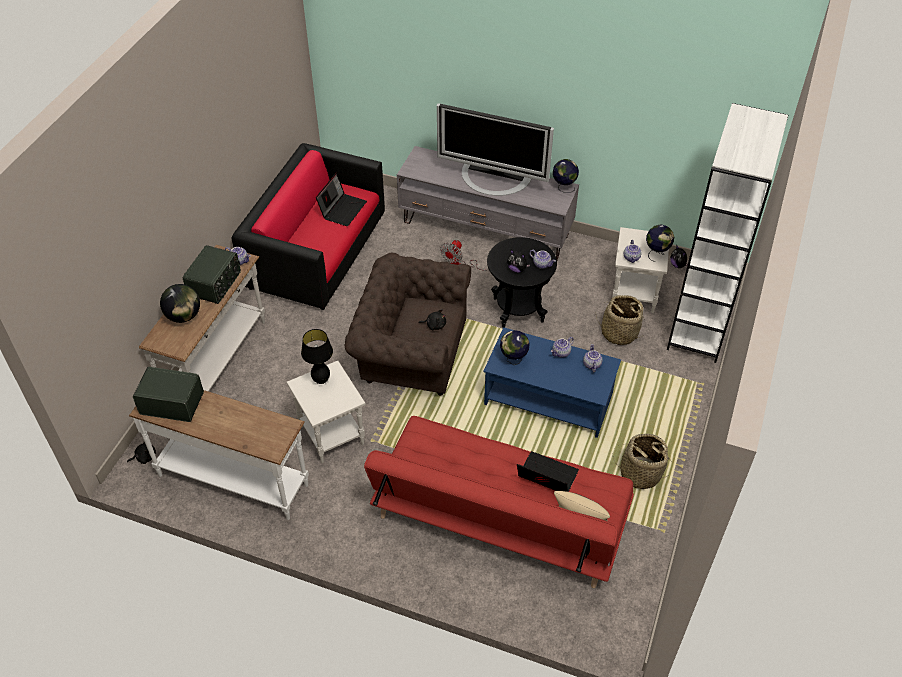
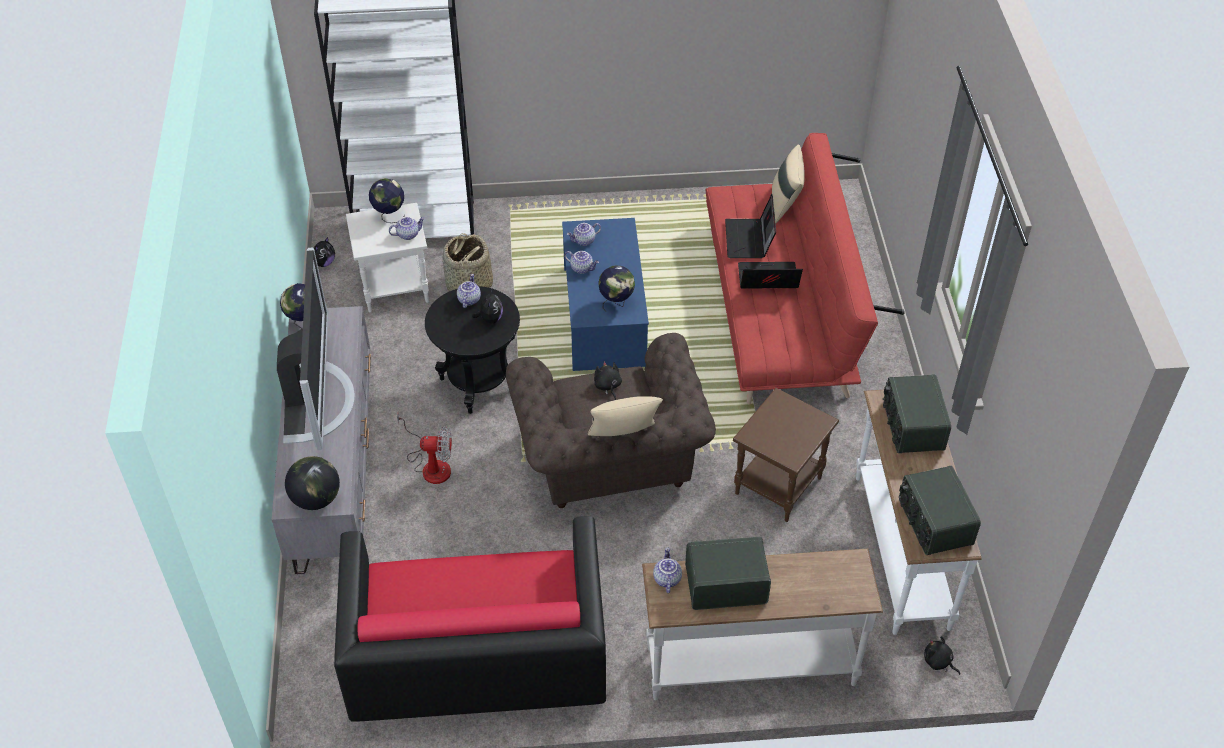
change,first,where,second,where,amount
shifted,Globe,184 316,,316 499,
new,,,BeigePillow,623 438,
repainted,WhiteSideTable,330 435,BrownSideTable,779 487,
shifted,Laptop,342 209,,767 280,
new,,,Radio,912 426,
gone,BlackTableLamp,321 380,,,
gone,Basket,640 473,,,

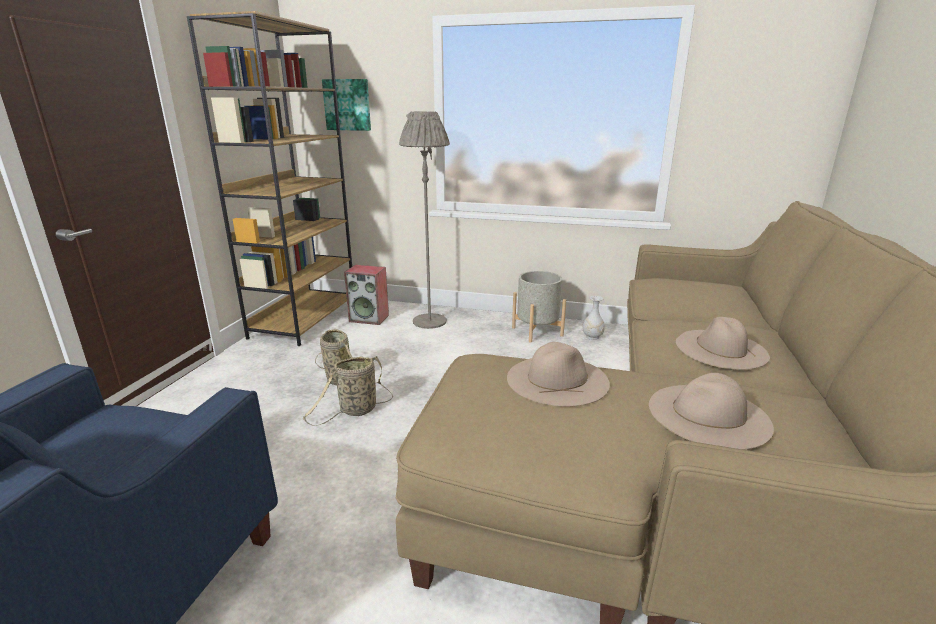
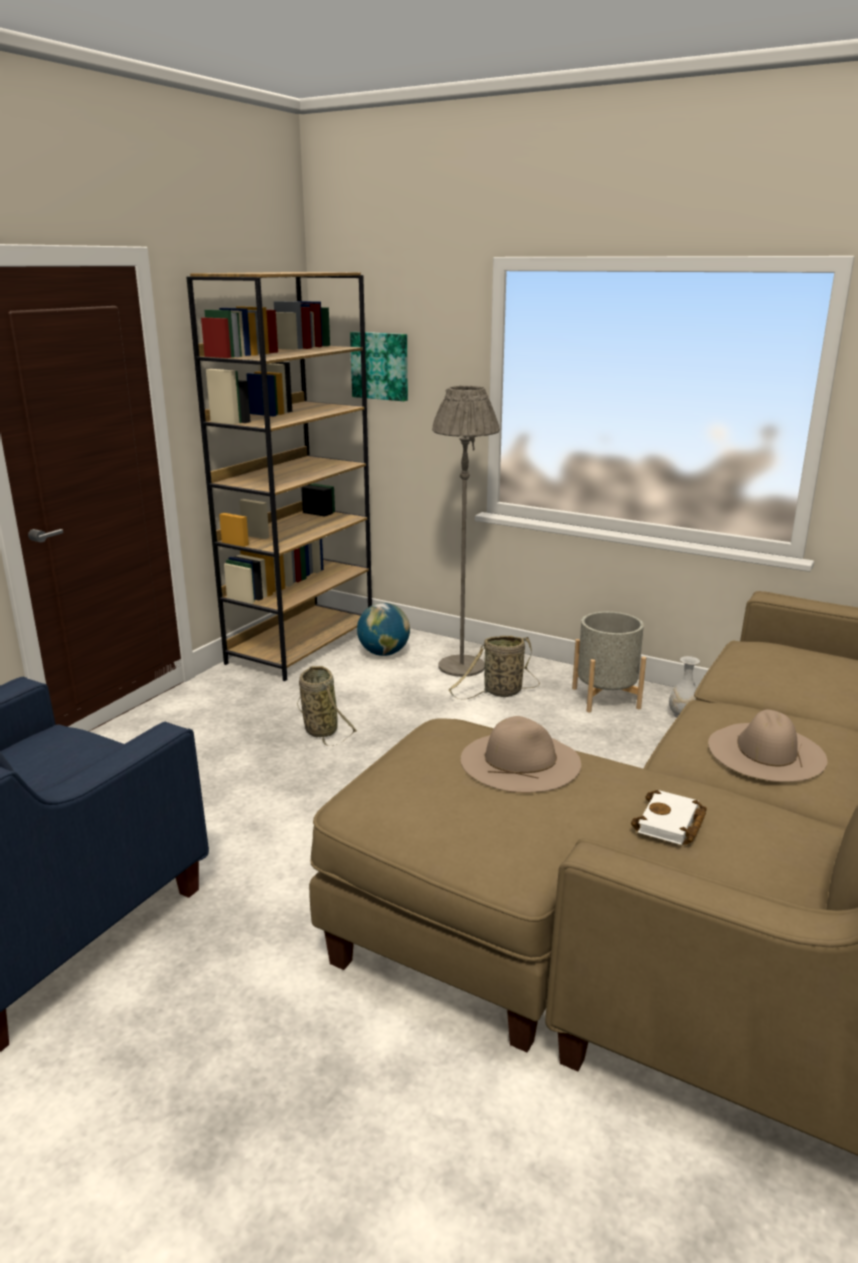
change,first,where,second,where,amount
swapped,Speaker,369 318,Globe,384 653,
shifted,Basket,356 411,,500 692,
swapped,BeigeHat,708 415,WhiteBook,671 824,

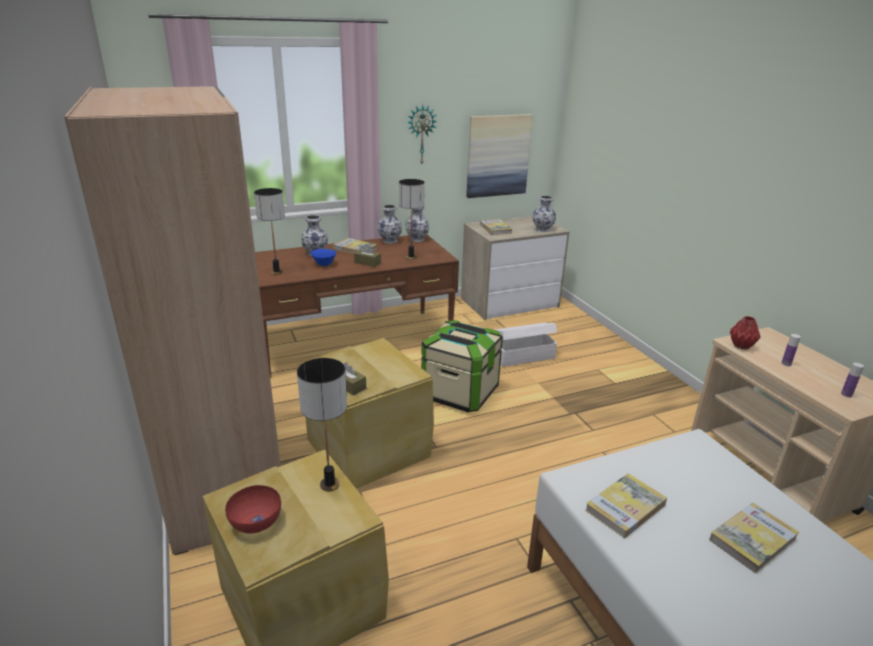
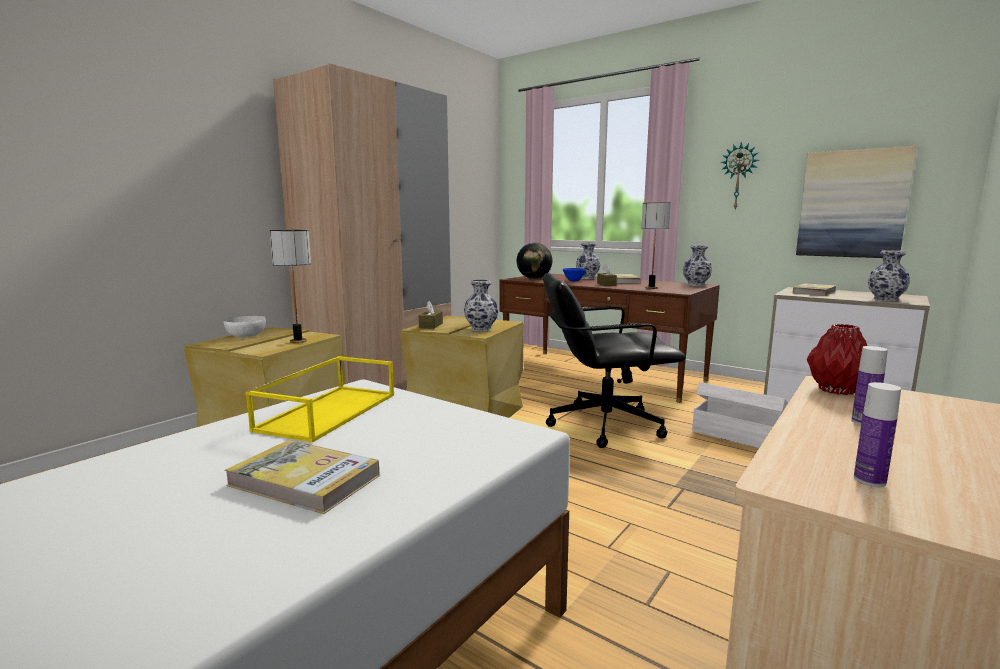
change,first,where,second,where,amount
repainted,RedBowl,255 521,WhiteBowl,246 335,
swapped,Book,625 507,YellowTray,328 411,
shifted,Vase,389 241,,480 329,
swapped,TableLamp,277 272,Globe,534 278,
swapped,StorageBox,459 393,BlackOfficeChair,603 425,

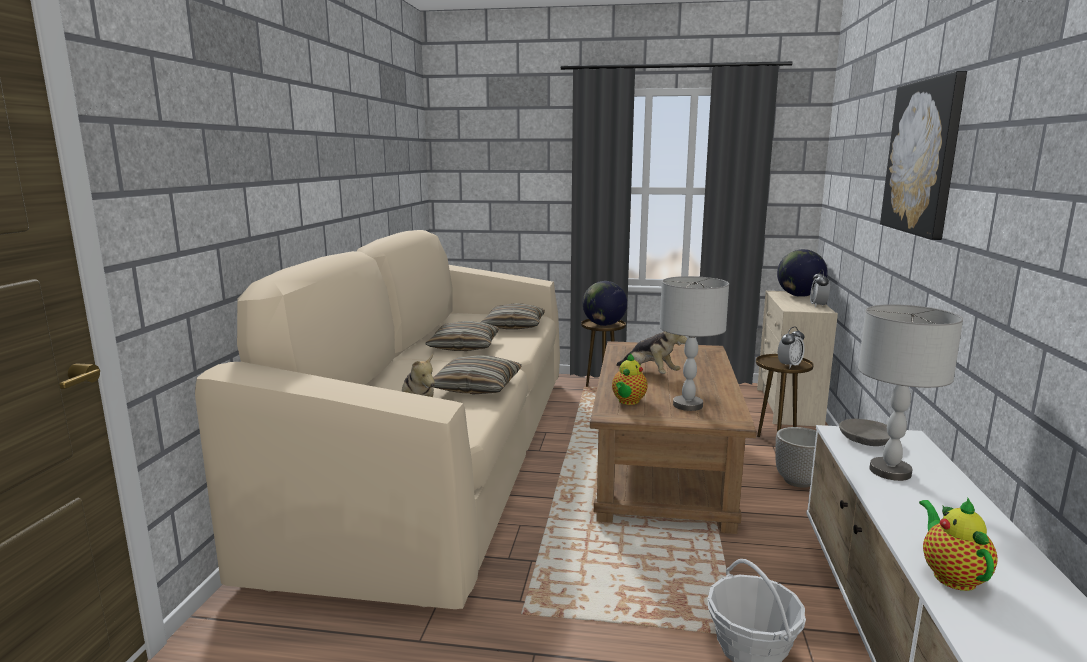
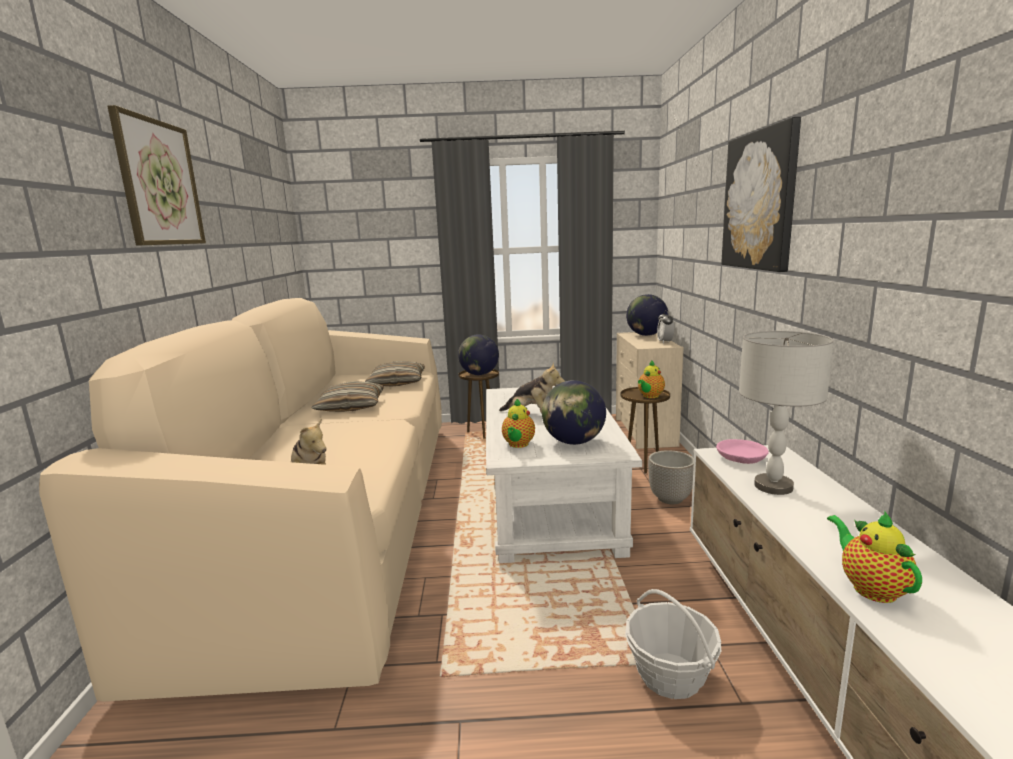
change,first,where,second,where,amount
new,,,Picture,159 183,
repainted,BrownCoffeeTable,662 466,WhiteCoffeeTable,550 499,
swapped,GreyTableLamp,688 405,Globe,574 442,
swapped,AlarmClock,789 365,Teapot,650 396,
repainted,GreyBowl,865 440,PinkBowl,741 458,
gone,Pillow,476 387,,,

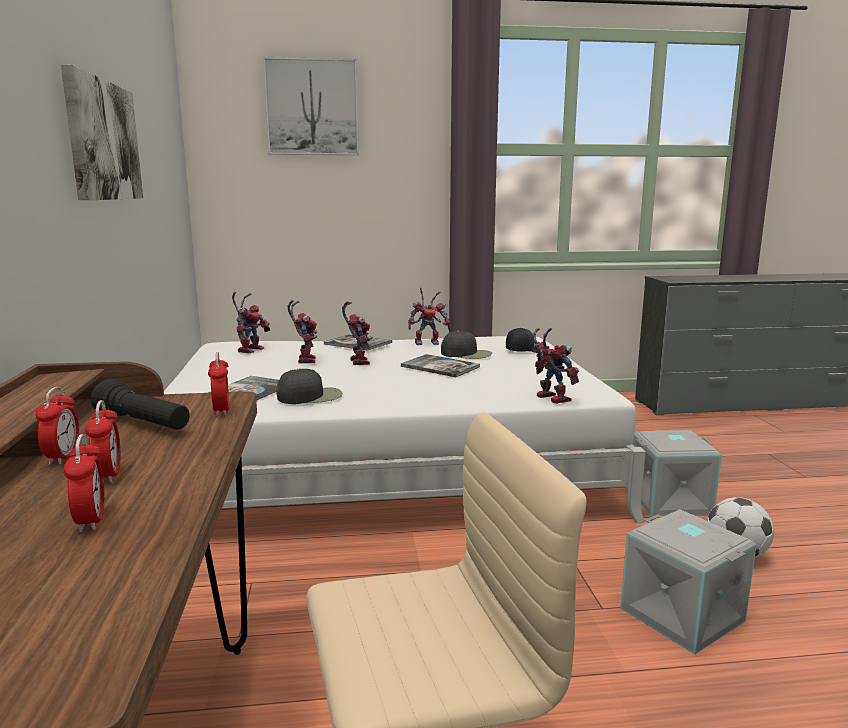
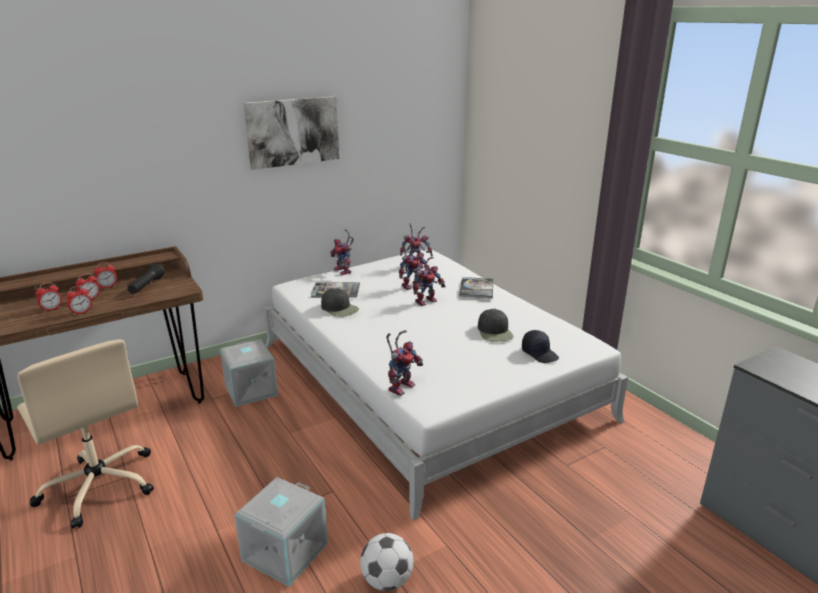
change,first,where,second,where,amount
shifted,AlarmClock,221 411,,82 312,
shifted,GreyStorageBox,669 502,,250 390,
shifted,ToyRobot,428 342,,344 271,
gone,Picture,312 107,,,
gone,Book,440 367,,,

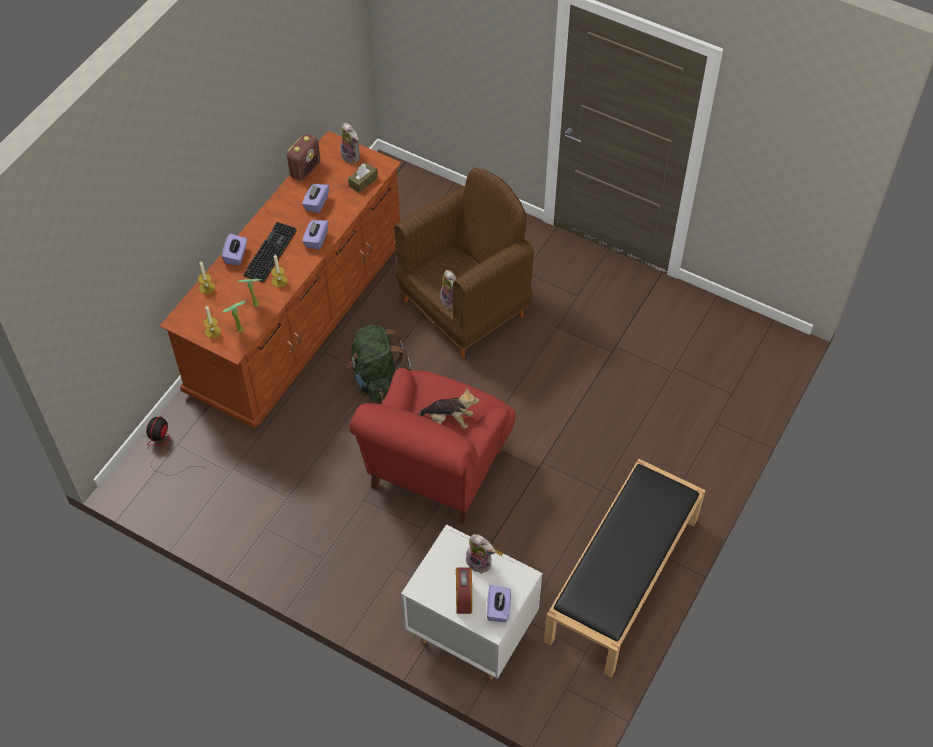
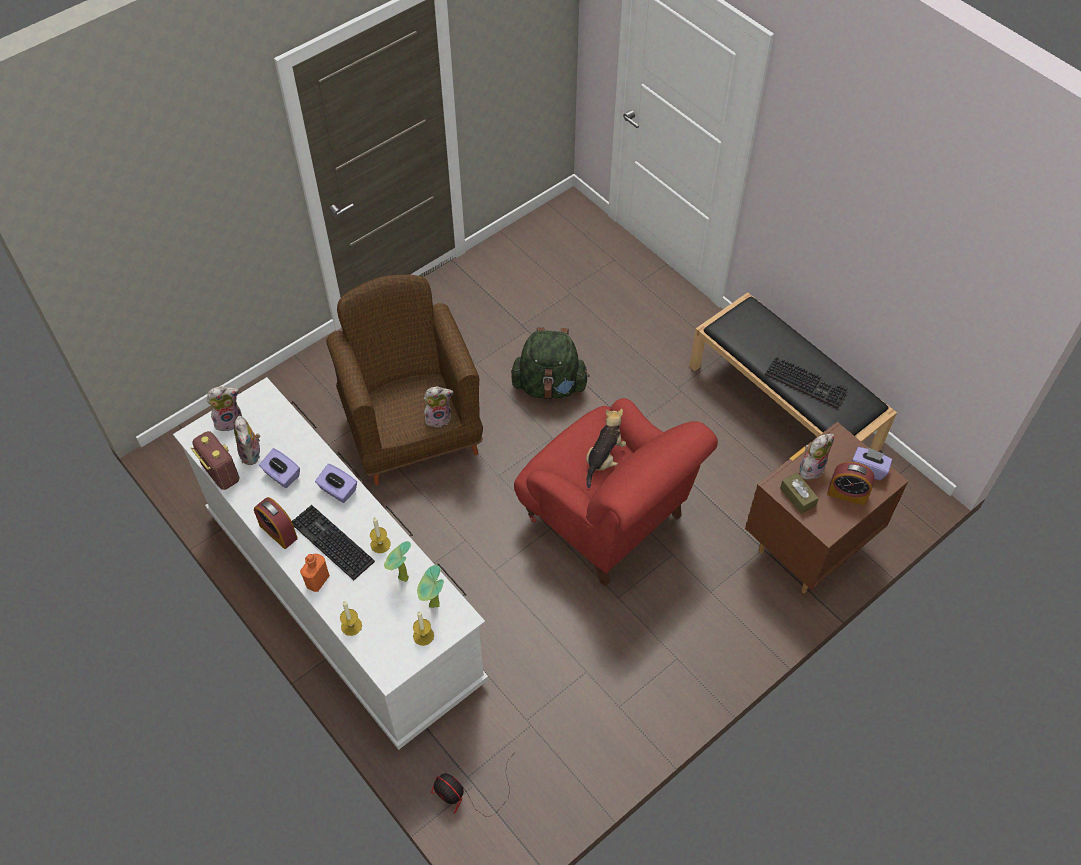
change,first,where,second,where,amount
repainted,BrownDresser,298 317,WhiteDresser,343 596,
new,,,PlushToy,252 454,
new,,,AlarmClock,278 532,
swapped,PurpleTissueBox,236 256,OrangeBottle,317 581,
shifted,GreenBackpack,376 378,,549 386,
repainted,WhiteNightstand,471 635,BrownNightstand,808 547,
new,,,Keyboard,807 383,
shifted,BrownTissueBox,363 181,,797 497,

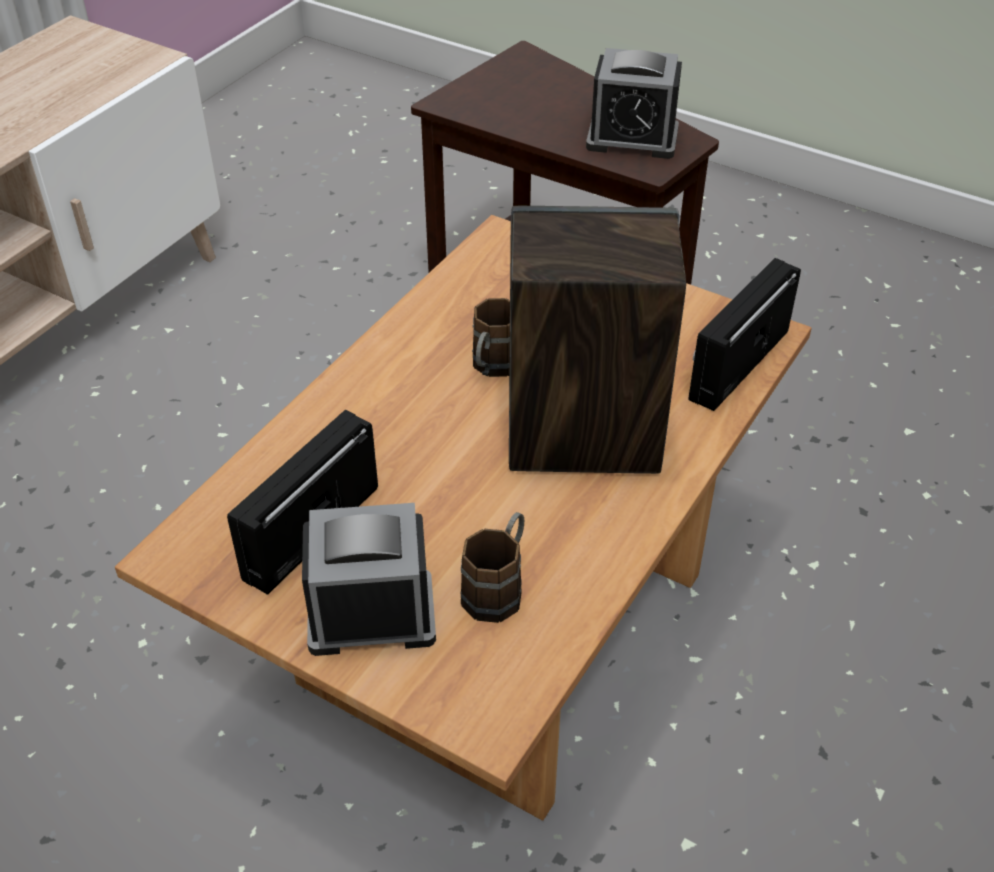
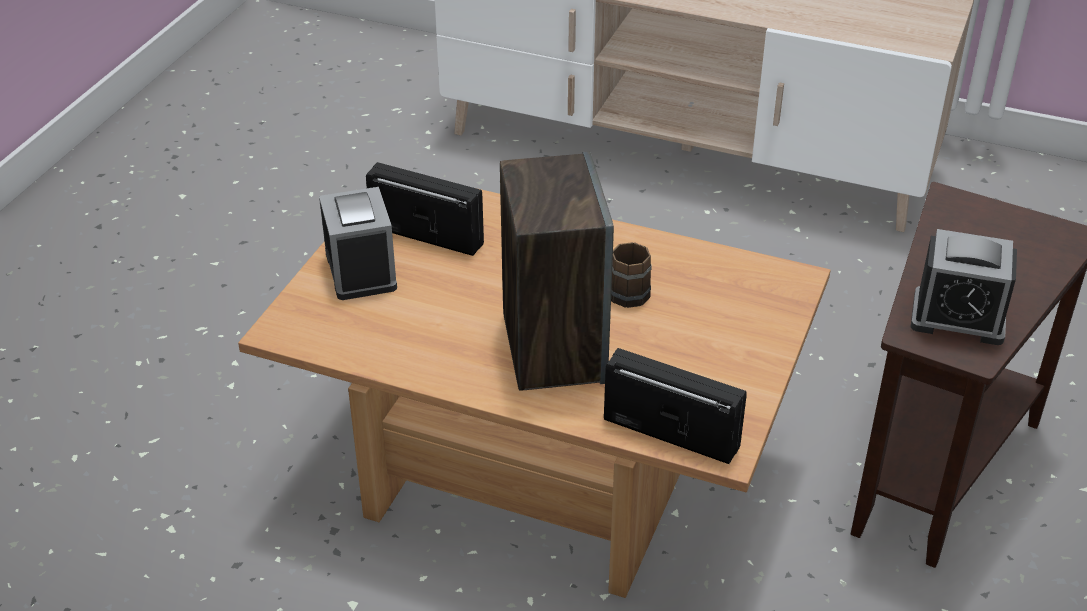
change,first,where,second,where,amount
rotated,AlarmClock,632 138,,958 317,75 degrees counterclockwise
gone,BrownMug,498 587,,,

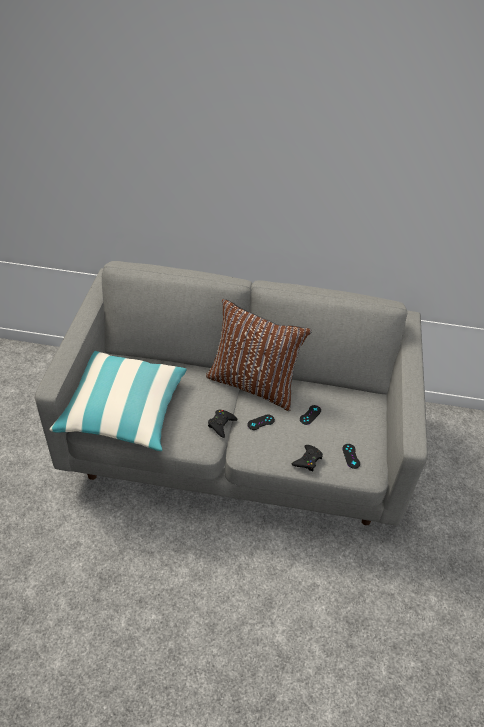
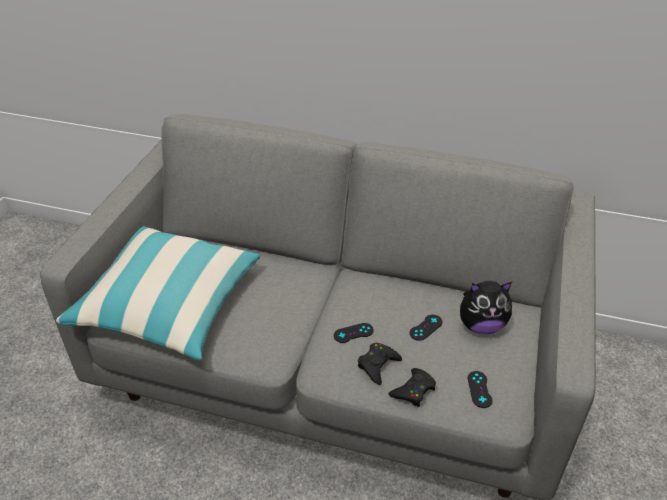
change,first,where,second,where,amount
shifted,BlackGameController,221 424,,377 365,
new,,,PlushToy,481 325,
gone,BrownPillow,253 384,,,

